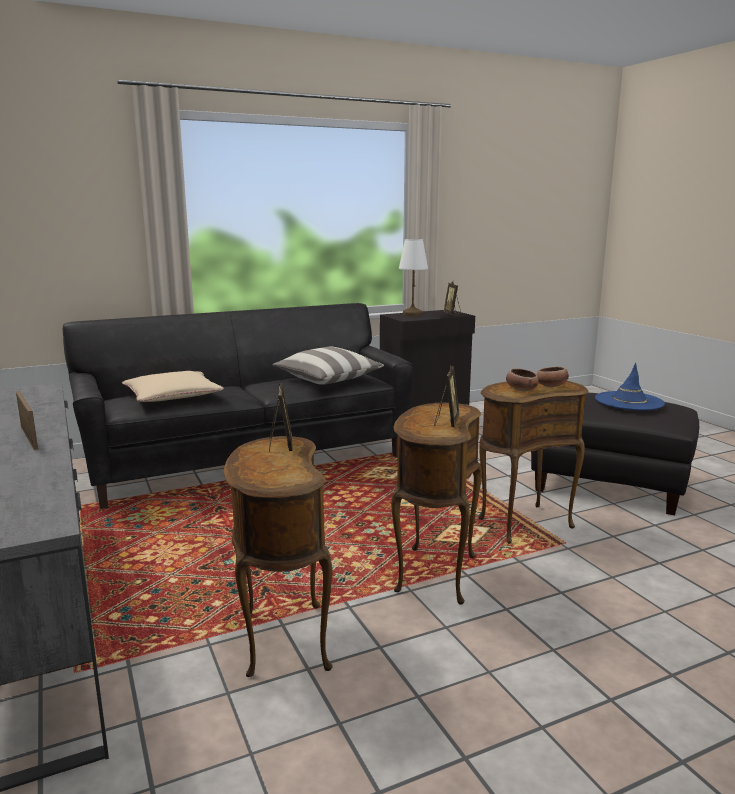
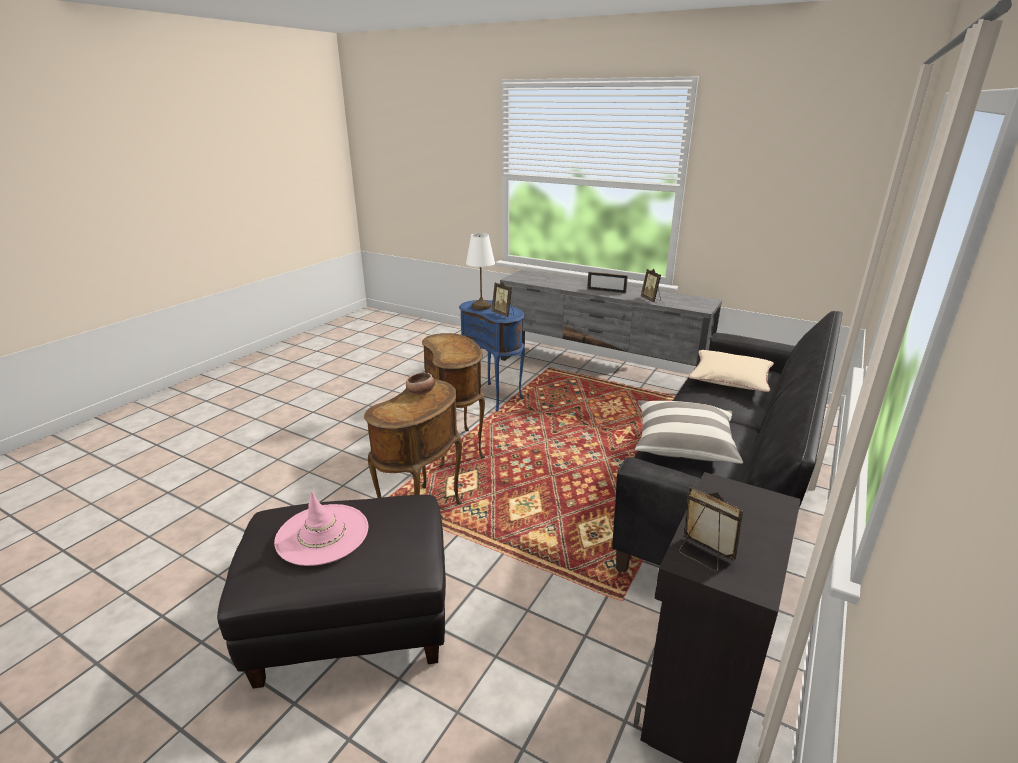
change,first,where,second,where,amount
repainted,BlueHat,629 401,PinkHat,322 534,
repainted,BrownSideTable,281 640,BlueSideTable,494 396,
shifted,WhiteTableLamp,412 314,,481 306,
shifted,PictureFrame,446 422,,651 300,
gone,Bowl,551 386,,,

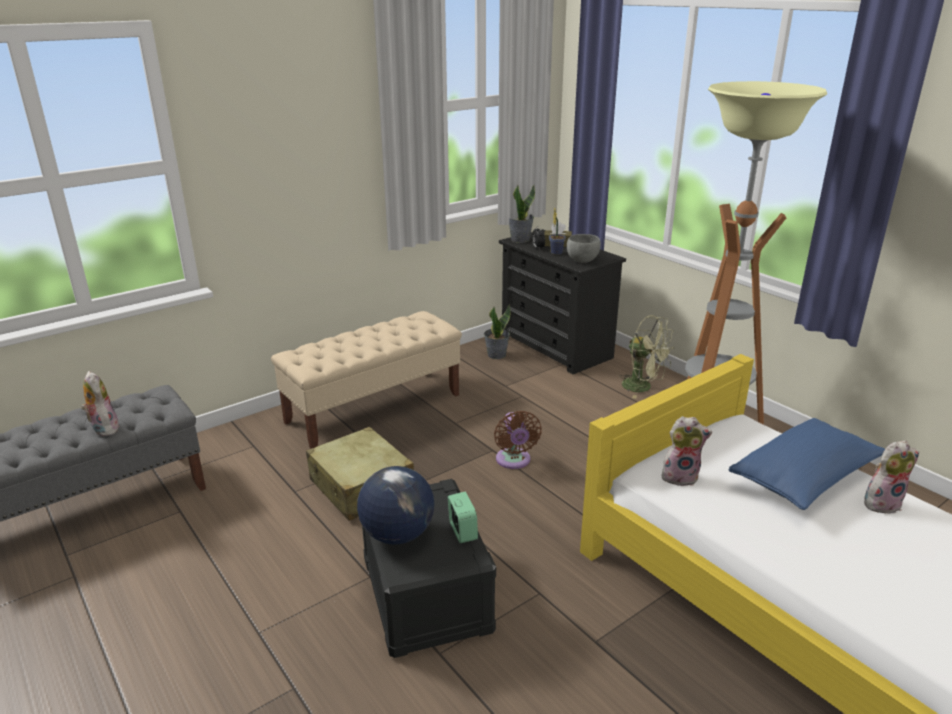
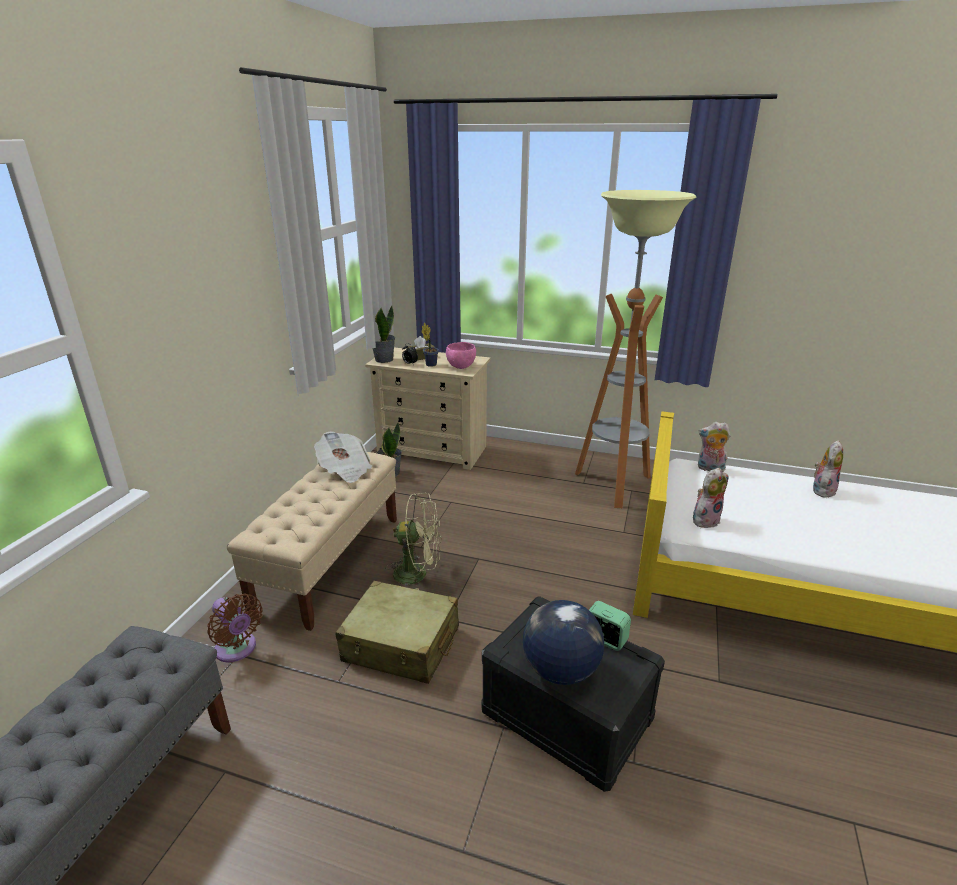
change,first,where,second,where,amount
shifted,BrownFan,514 461,,237 649,
new,,,Newspaper,345 470,
repainted,BlackDresser,556 347,BeigeDresser,433 451,
shifted,GreenFan,643 387,,418 573,
repainted,GreyBowl,582 260,PinkBowl,460 366,
shifted,PlushToy,103 428,,709 469,
gone,BluePillow,804 479,,,

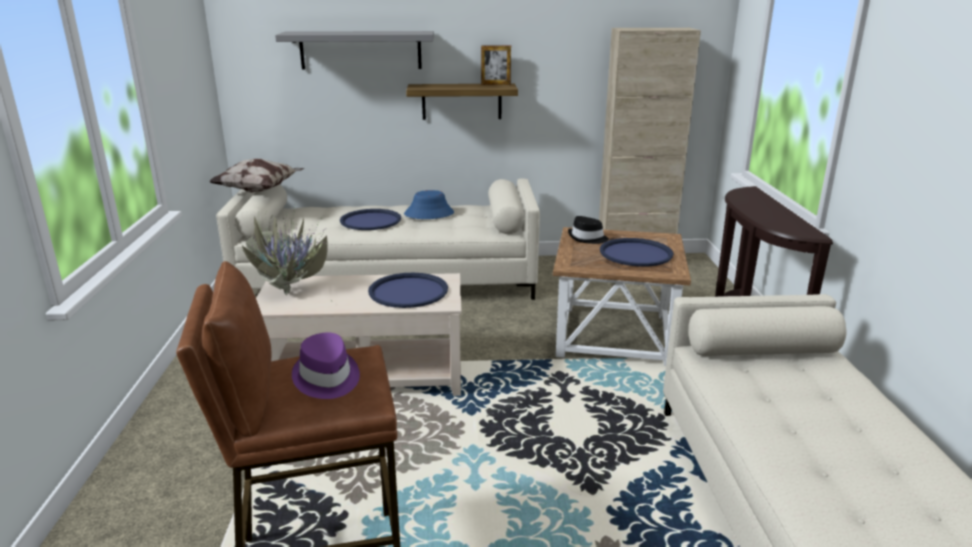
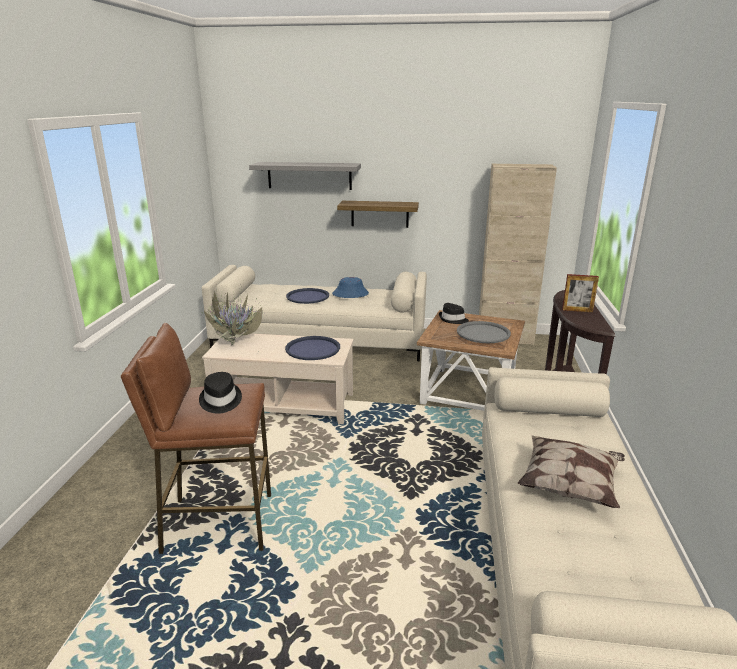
change,first,where,second,where,amount
repainted,PurpleHat,326 378,BlackHat,220 400,
repainted,BlueTray,635 253,GreyTray,483 333,
shifted,Pillow,260 190,,570 486,
shifted,PictureFrame,496 84,,577 310,

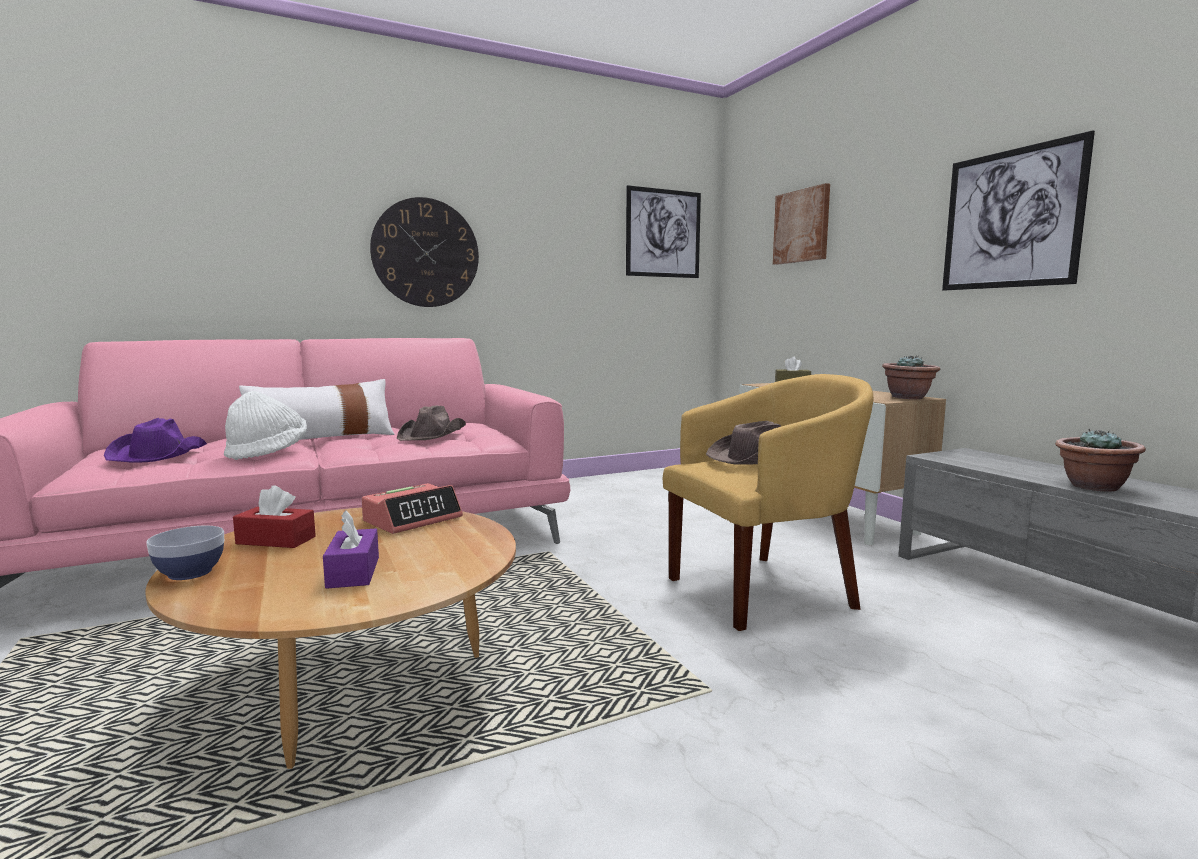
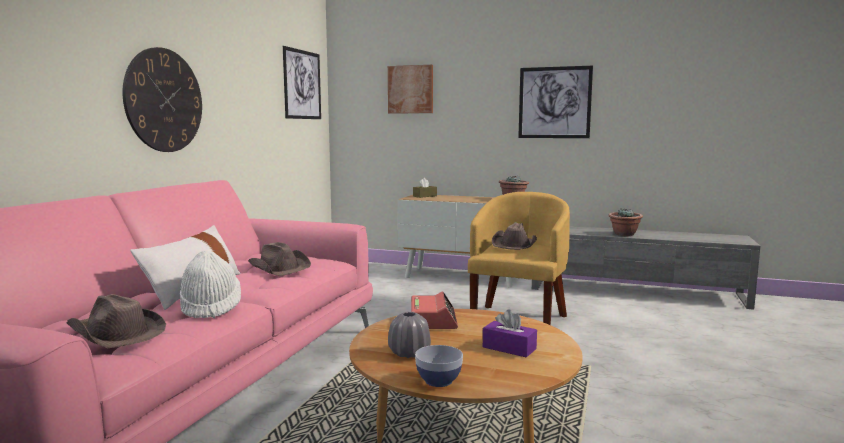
change,first,where,second,where,amount
repainted,PurpleHat,158 454,BrownHat,115 333,
swapped,RedTissueBox,276 540,GreyVase,409 353,

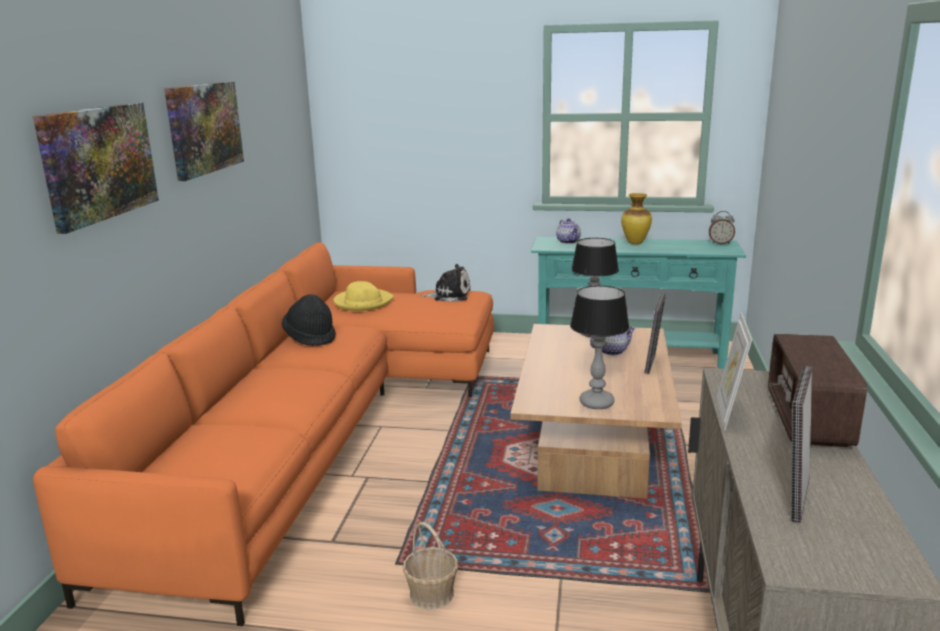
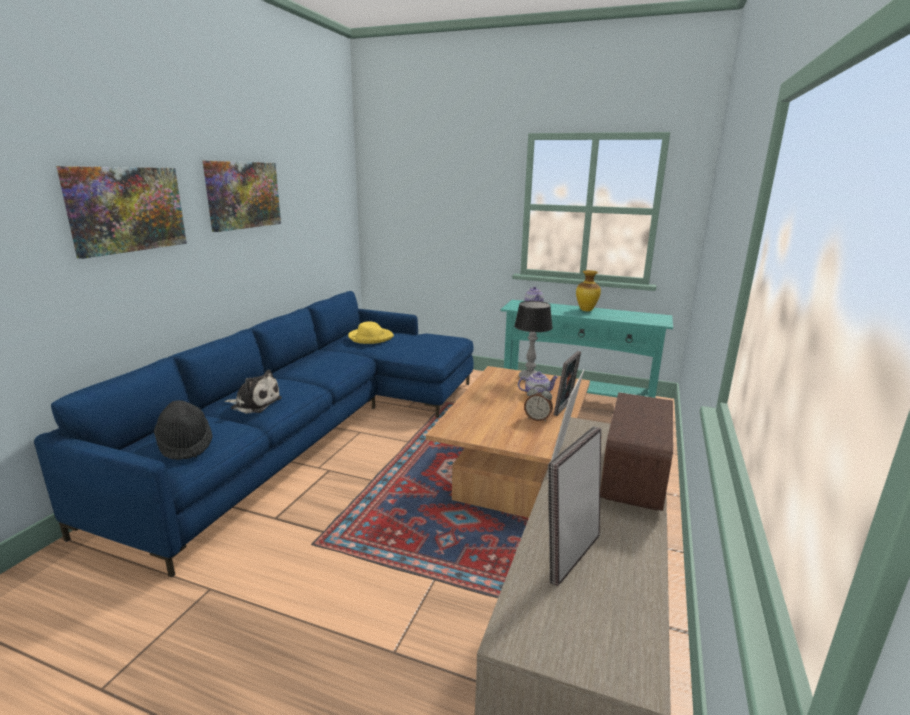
change,first,where,second,where,amount
repainted,OrangeSofa,323 427,BlueSofa,318 427,
shifted,BlackHat,310 337,,185 445,
shifted,PlushToy,449 295,,254 403,
shifted,AlarmClock,720 243,,537 419,
gone,Basket,431 594,,,
gone,TableLamp,596 403,,,

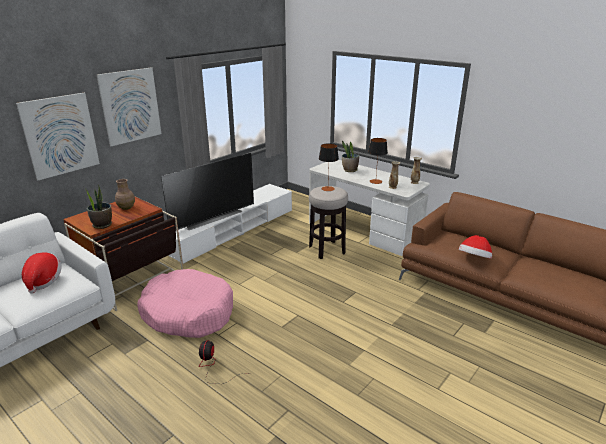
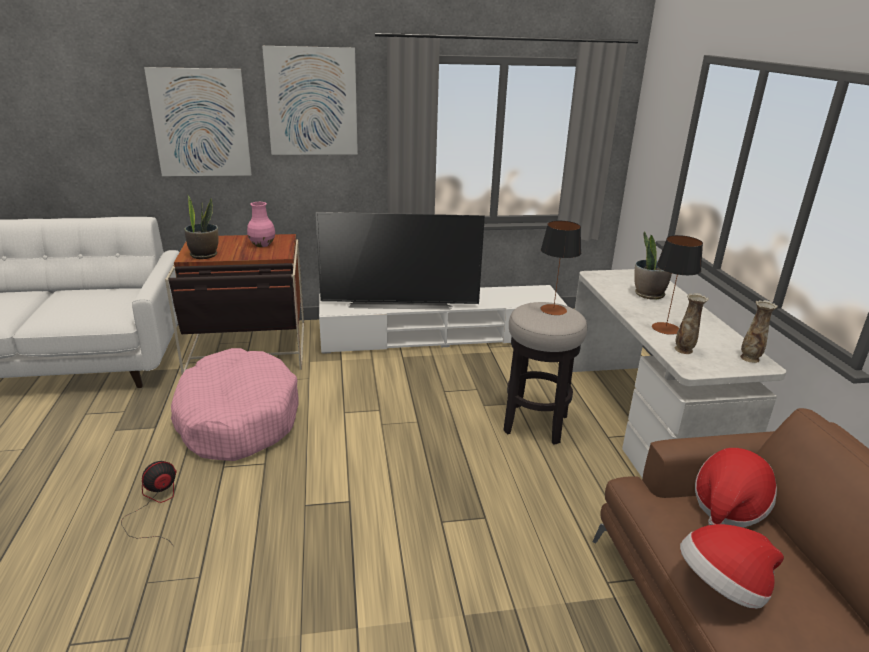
change,first,where,second,where,amount
repainted,BrownVase,126 207,PinkVase,262 244,
shifted,Hat,43 281,,728 506,

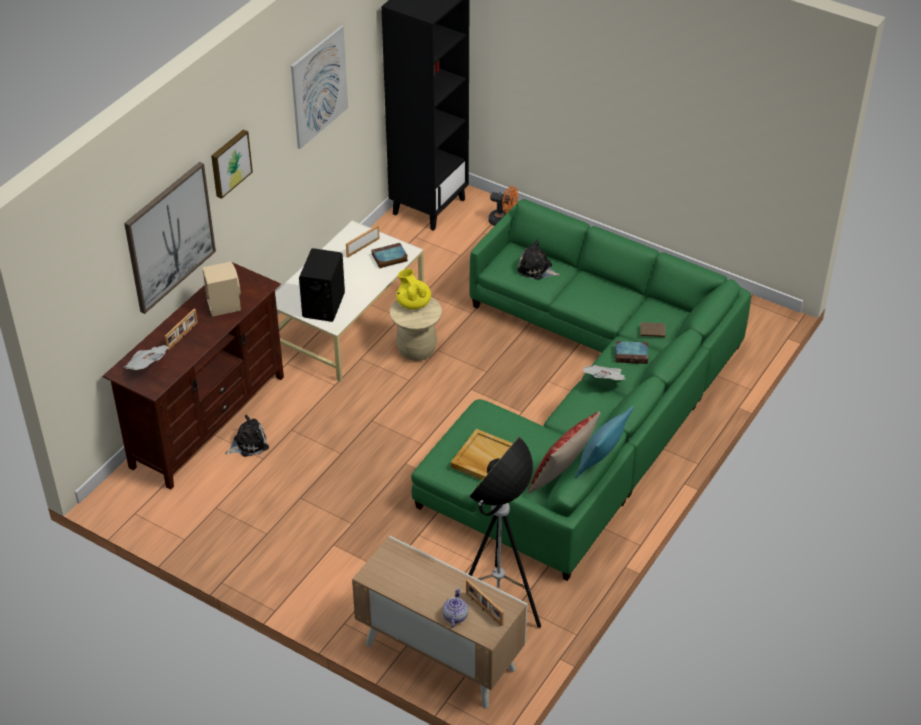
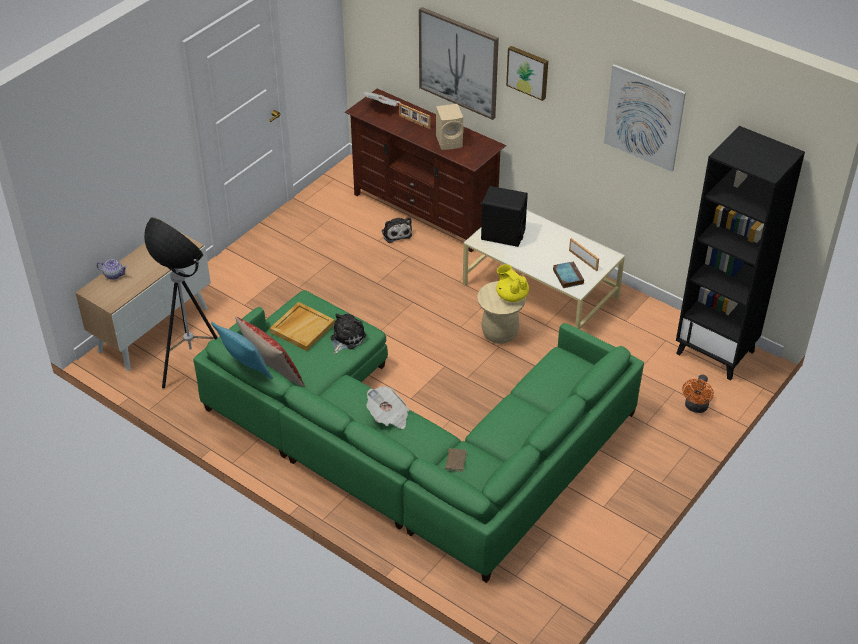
change,first,where,second,where,amount
shifted,PlushToy,536 269,,346 338,
rotated,YellowTeapot,413 303,,511 296,105 degrees counterclockwise
gone,PictureFrame,483 609,,,
gone,Book,632 354,,,

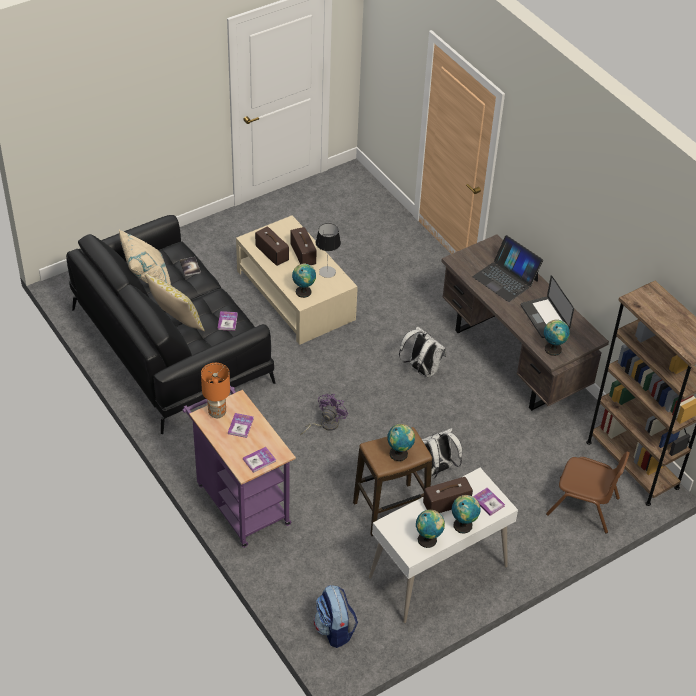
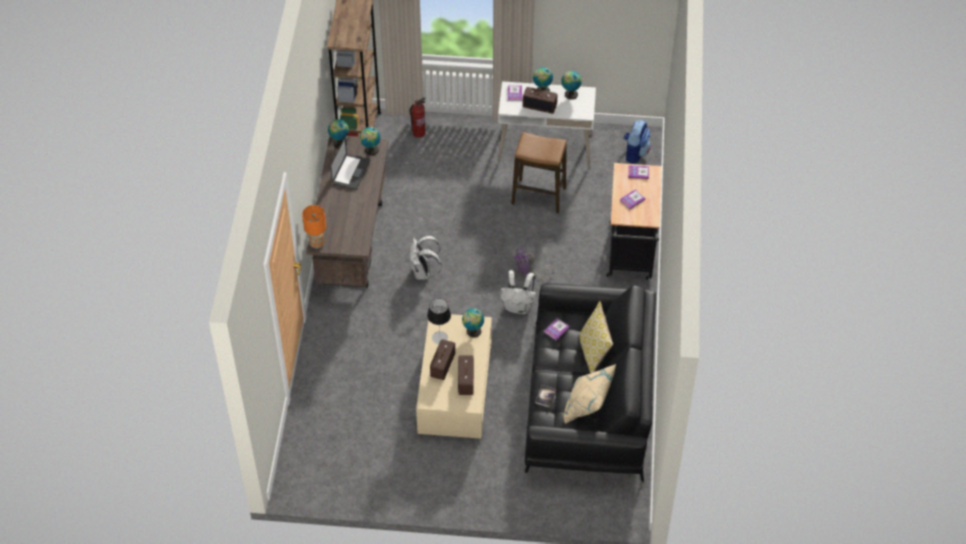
change,first,where,second,where,amount
shifted,OrangeTableLamp,217 412,,316 244,
shifted,Globe,400 453,,339 142,
swapped,BrownChair,583 506,FireExtinguisher,419 132,
shifted,WhiteBackpack,435 470,,518 307,
repainted,PurpleCart,239 500,BlackCart,630 255,
gone,Laptop,505 278,,,

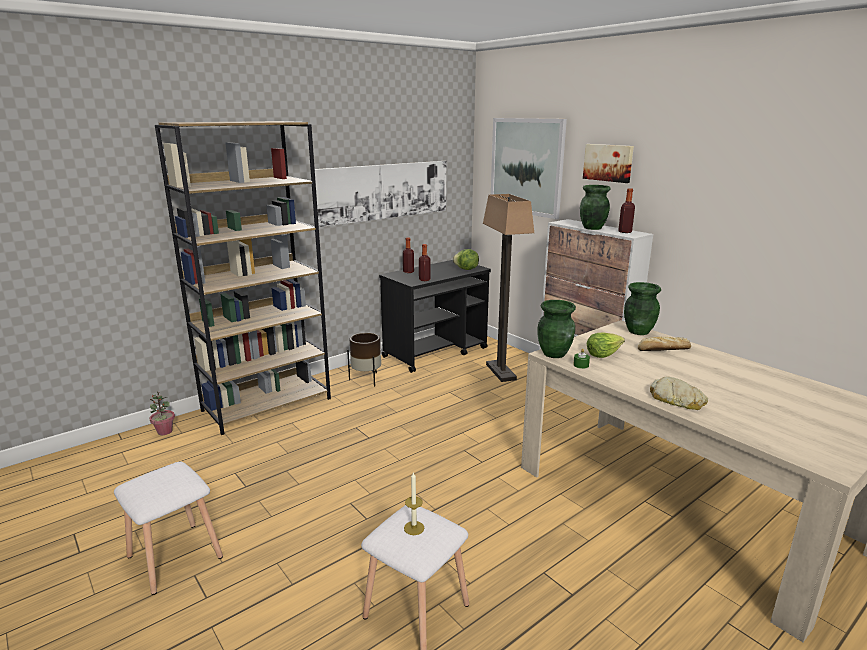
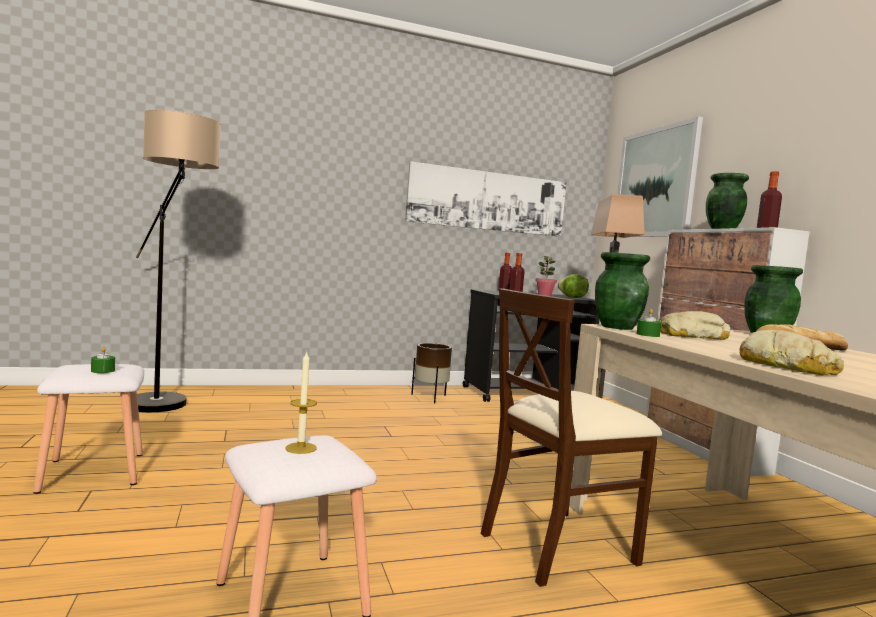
change,first,where,second,where,amount
new,,,GreenCandle,103 370,
new,,,FloorLamp,165 410,
new,,,BeigeChair,557 546,
shifted,PottedPlant,164 431,,544 295,
swapped,Lettuce,603 354,Bread,692 336,
gone,BrownBookcase,267 404,,,
gone,Picture,608 162,,,

